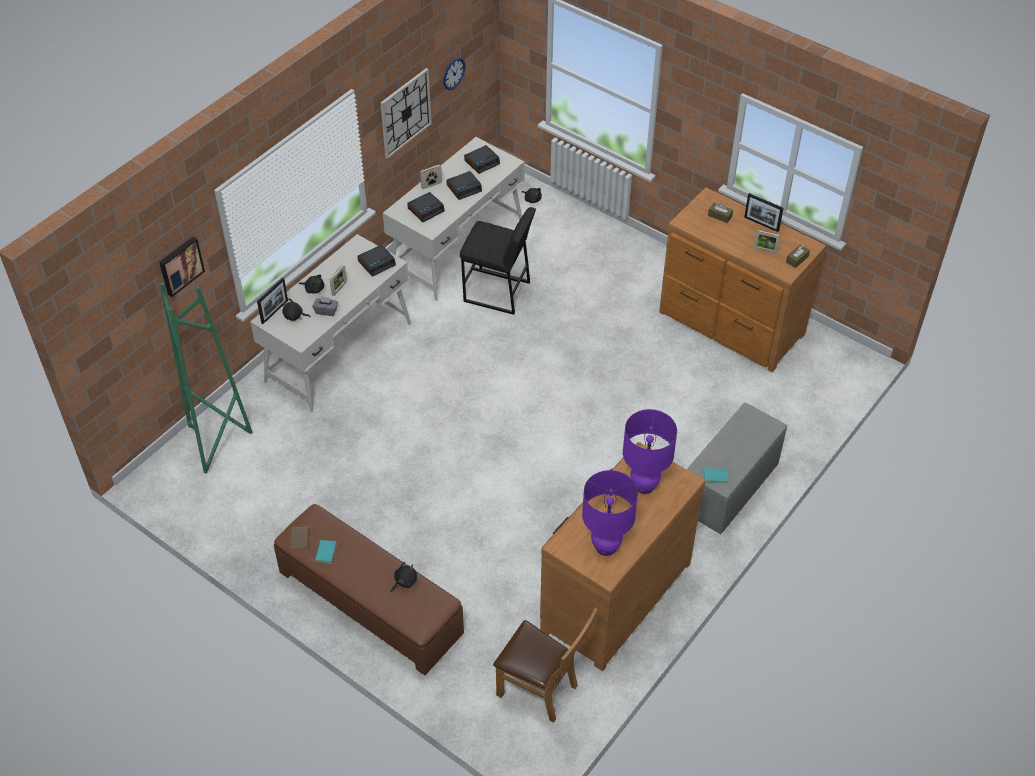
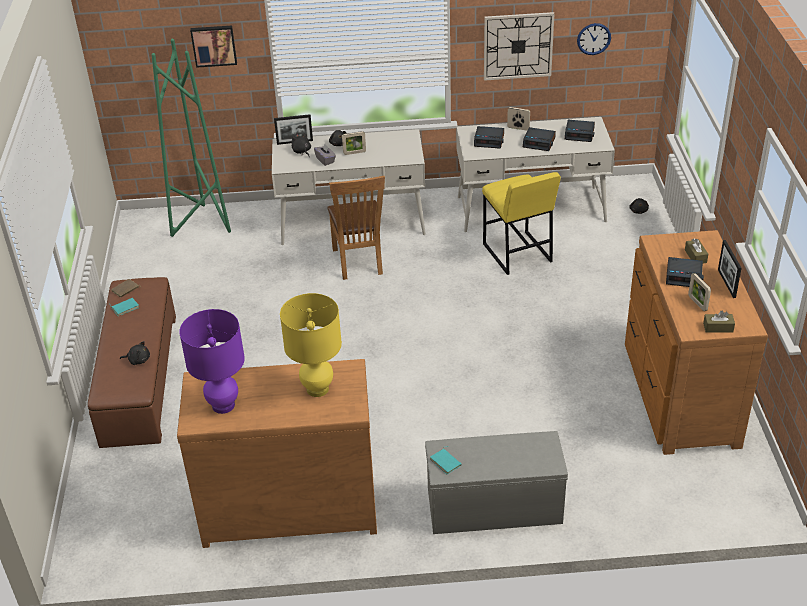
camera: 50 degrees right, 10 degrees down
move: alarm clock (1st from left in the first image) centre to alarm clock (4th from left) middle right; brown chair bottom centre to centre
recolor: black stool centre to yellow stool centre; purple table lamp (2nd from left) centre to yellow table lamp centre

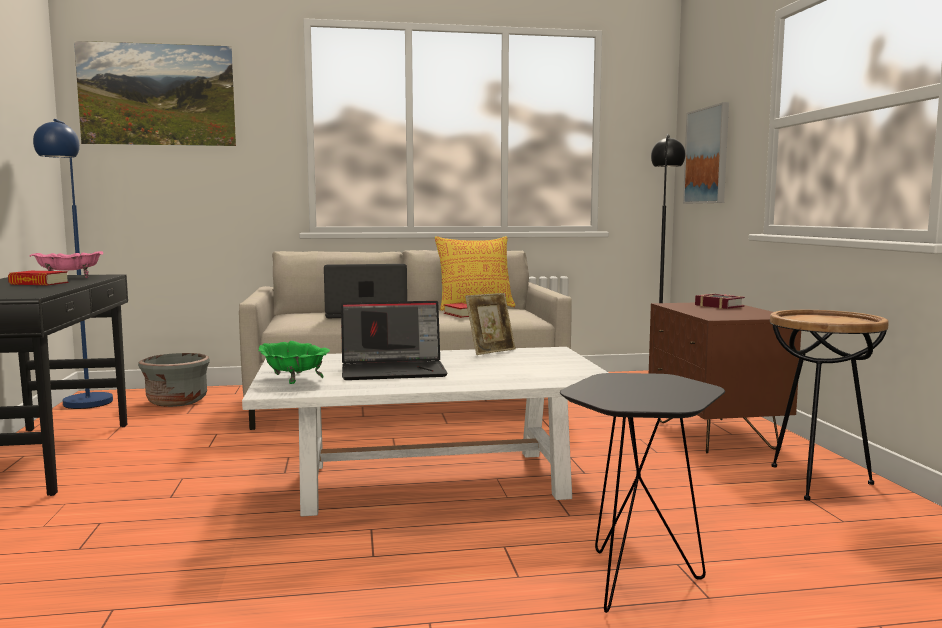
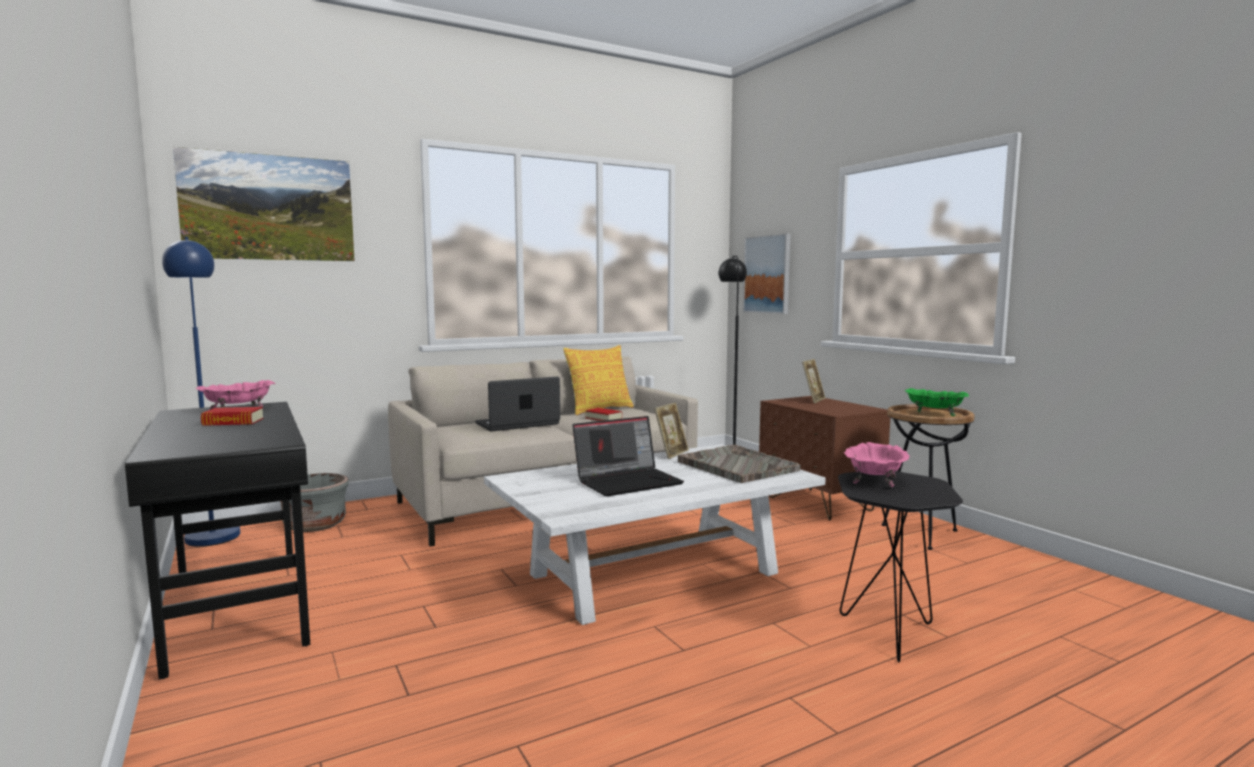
camera: 20 degrees left, 0 degrees up
insert: pink bowl (2nd from left) middle right; grey tray centre
move: green bowl middle left to middle right
replace: book (3rd from left) middle right to picture frame (2nd from left) centre

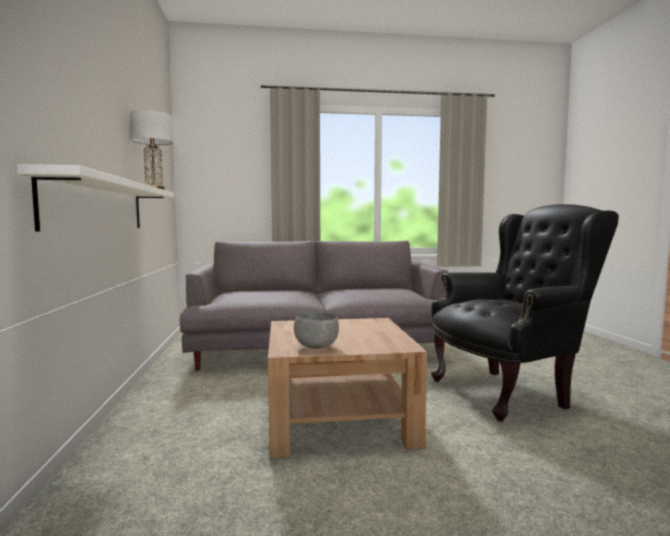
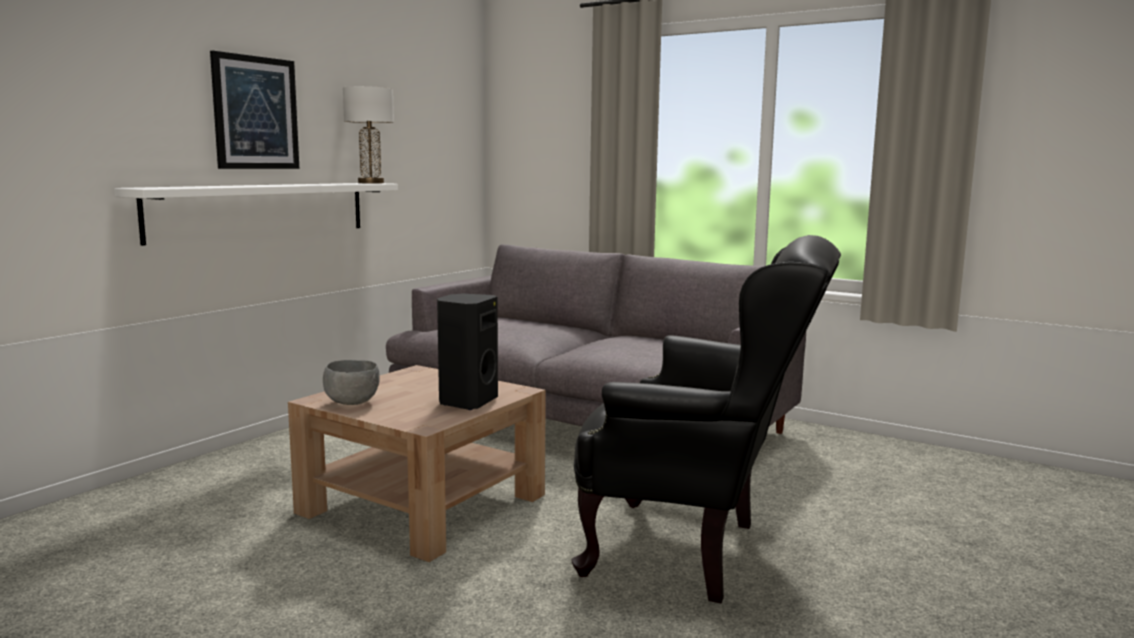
camera: 40 degrees right, 5 degrees up
insert: picture top left; black speaker centre

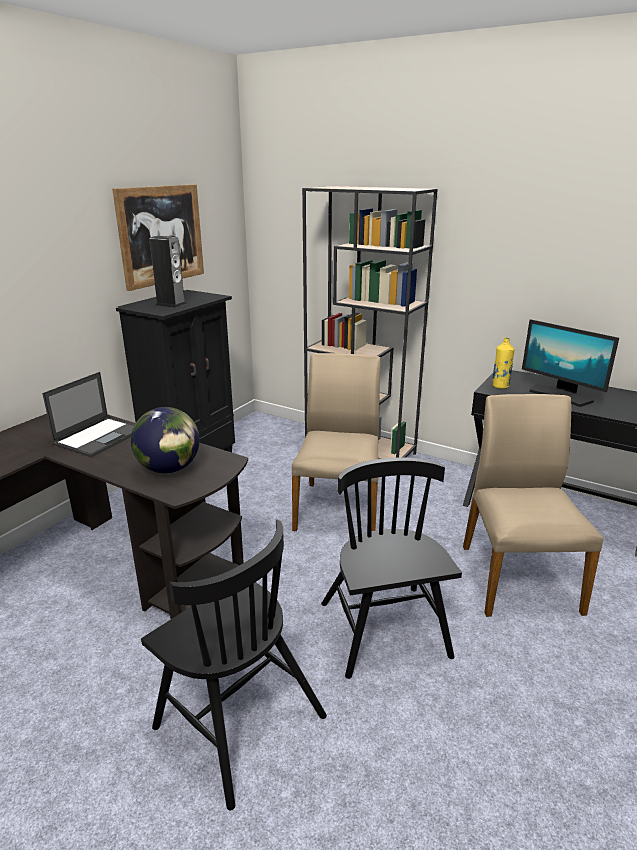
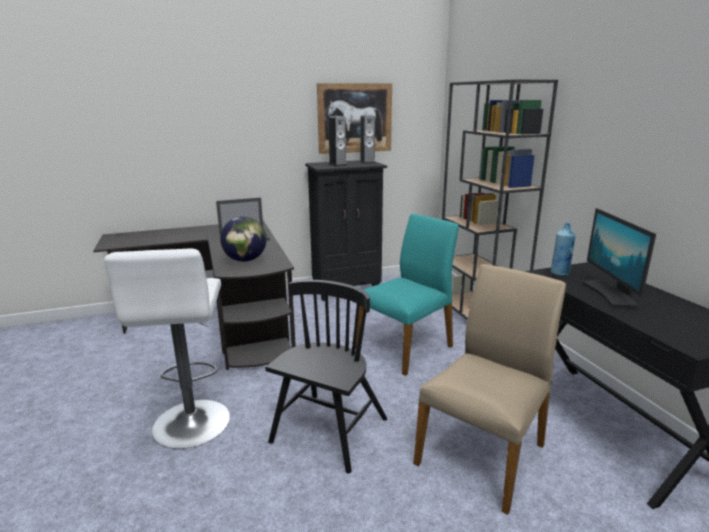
camera: 40 degrees right, 5 degrees down
insert: speaker (2nd from left) top centre
replace: black chair (1st from left) bottom centre to white stool middle left
recolor: yellow bottle middle right to blue bottle middle right; beige chair (1st from left) centre to turquoise chair centre

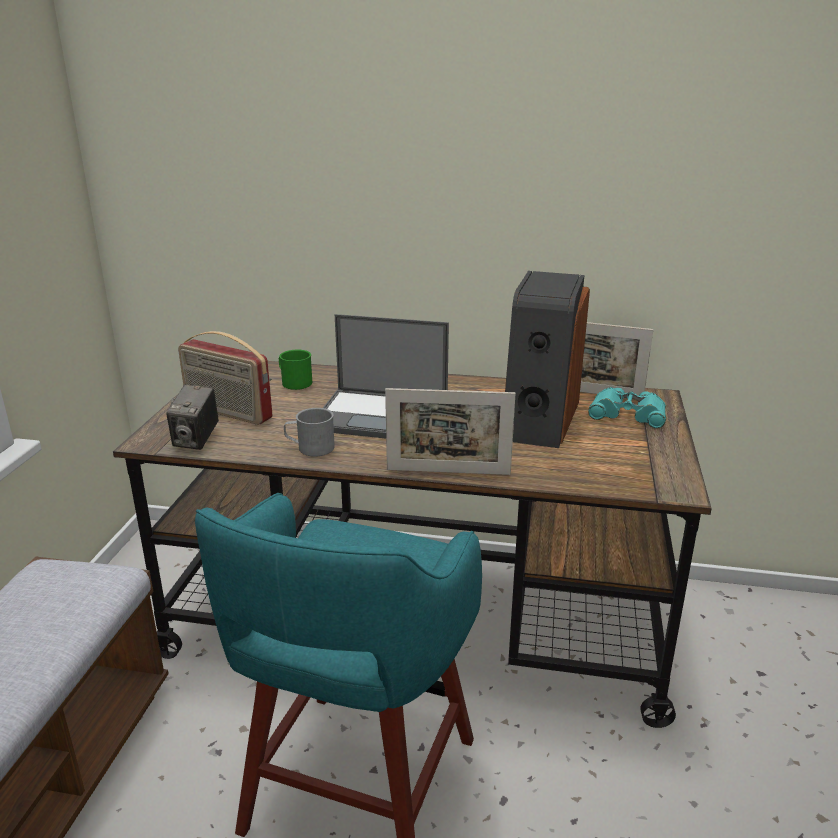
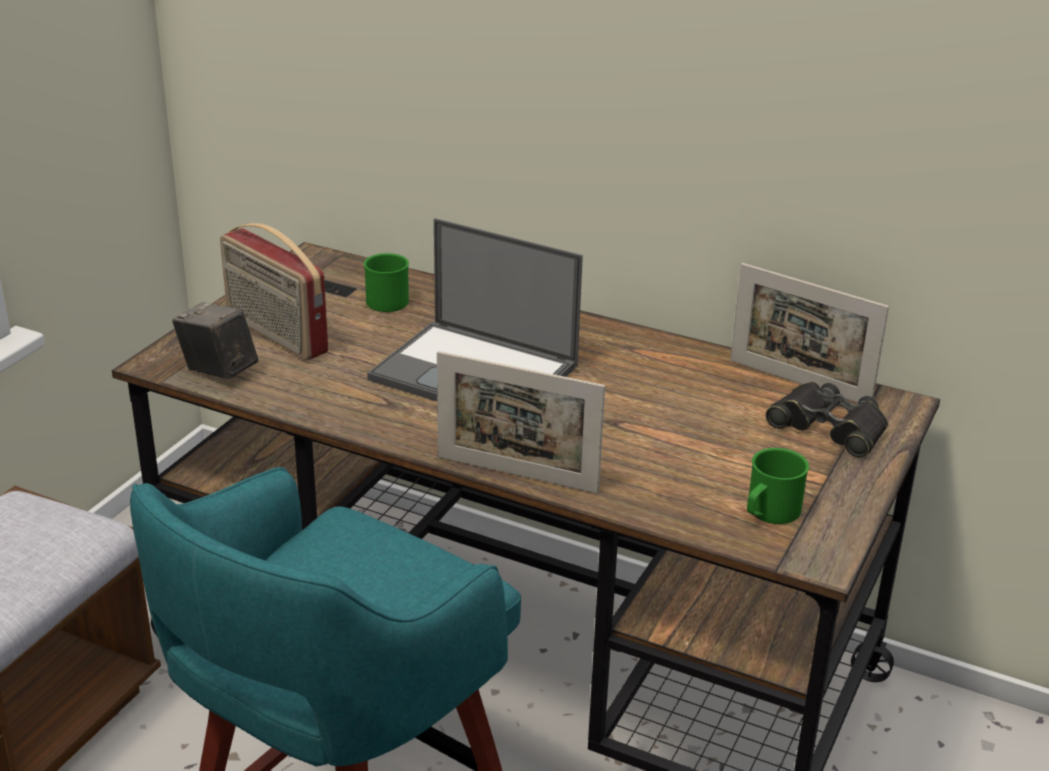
camera: 15 degrees right, 5 degrees up
delete: speaker centre; grey mug centre
insert: green mug (2nd from left) middle right
recolor: turquoise binoculars middle right to black binoculars middle right
rotate: photo camera middle left = middle left 105 degrees clockwise

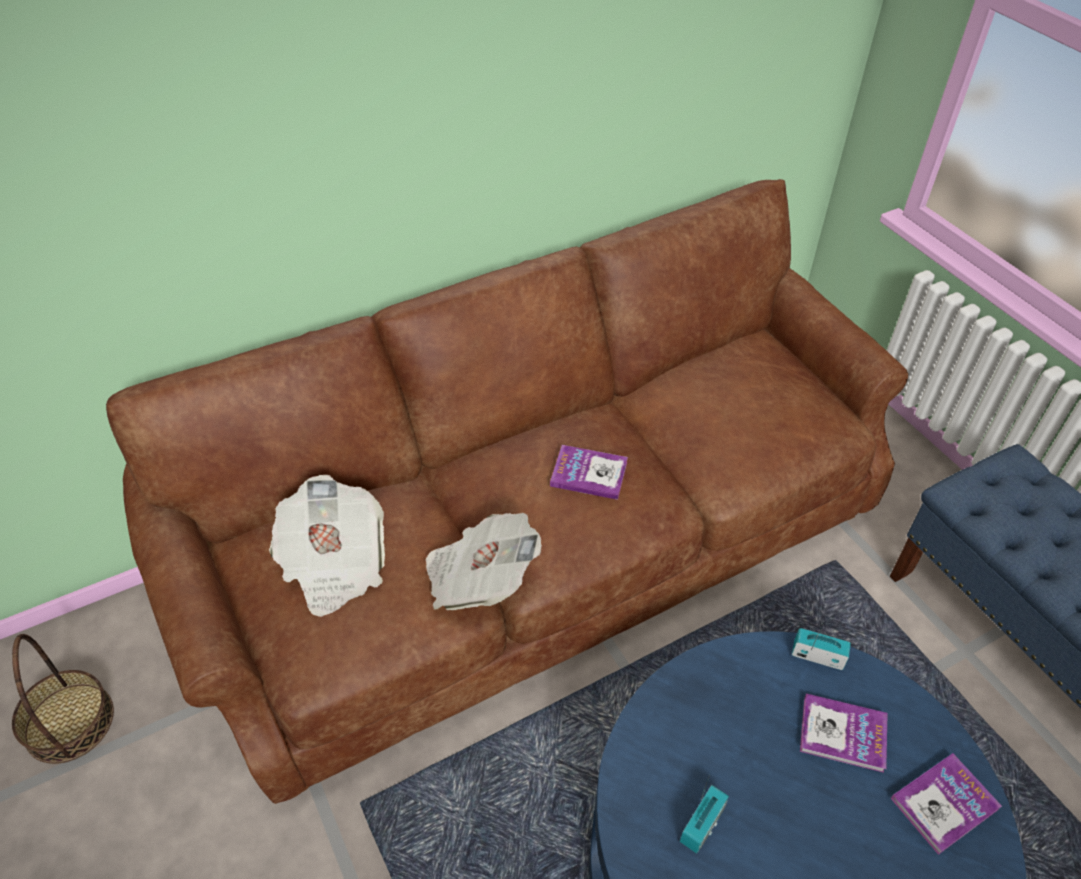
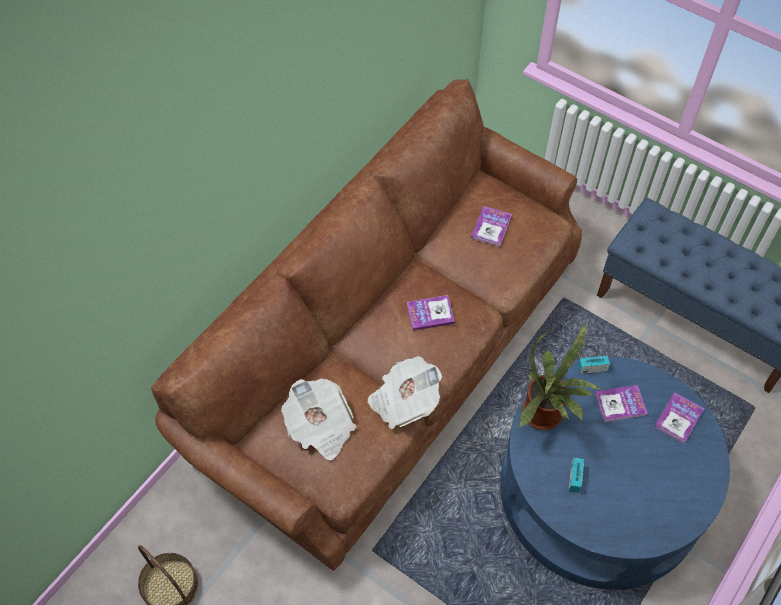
camera: 25 degrees left, 10 degrees up
insert: book (2nd from left) centre; potted plant middle right

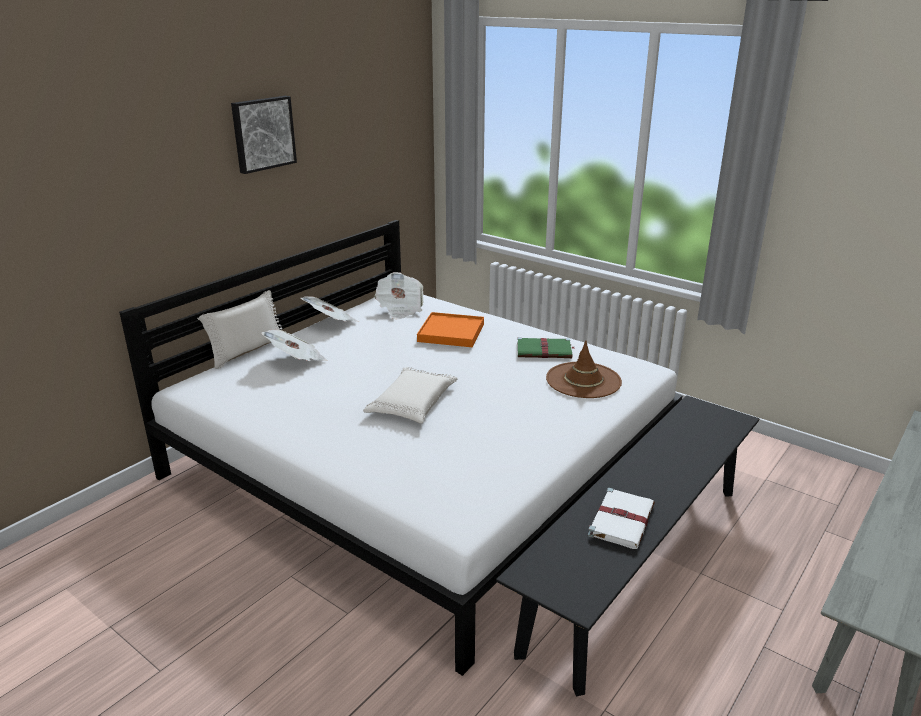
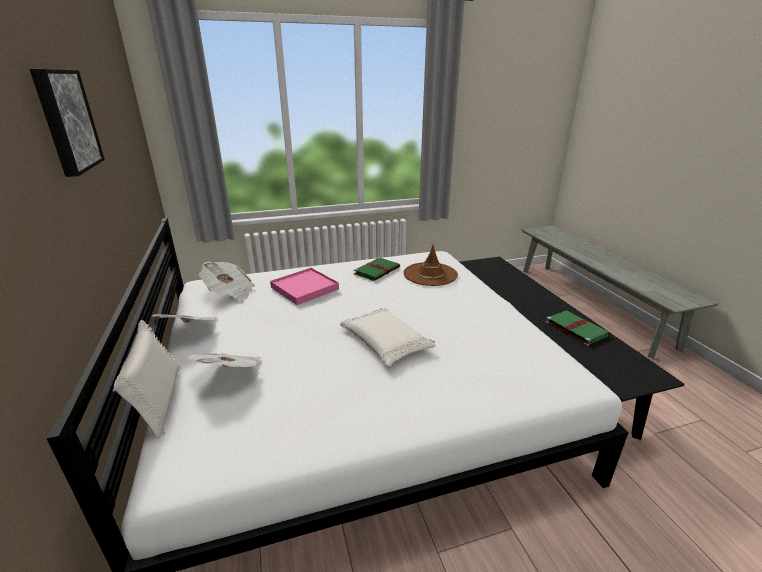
camera: 55 degrees left, 0 degrees up
recolor: orange tray centre to pink tray centre; white book bottom right to green book (2nd from left) middle right

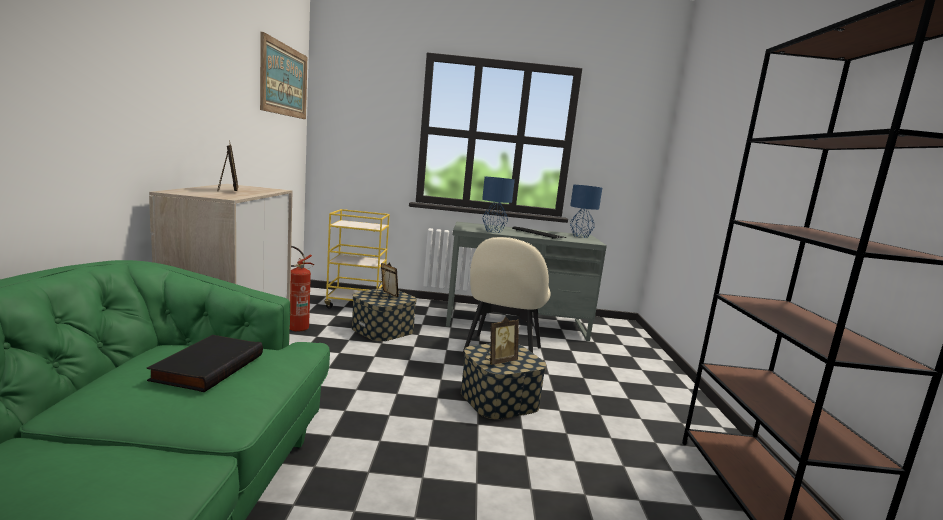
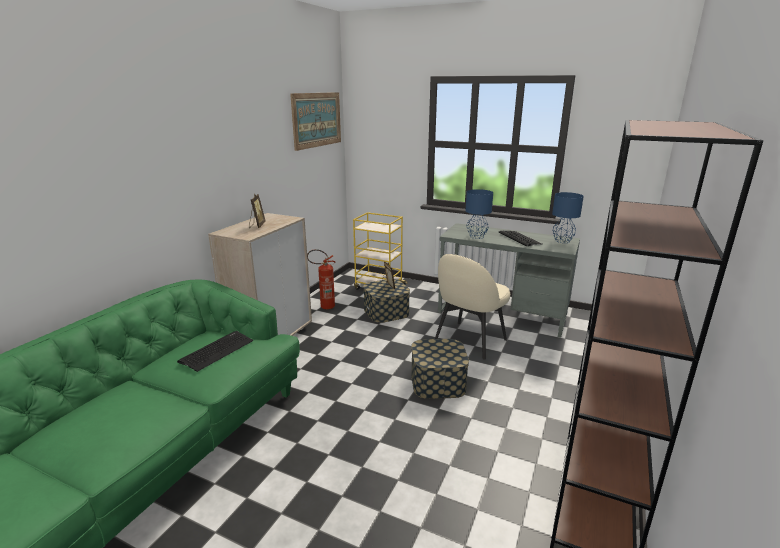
camera: 25 degrees right, 10 degrees up
delete: picture frame (3rd from left) centre
replace: black book bottom left to keyboard (1st from left) middle left

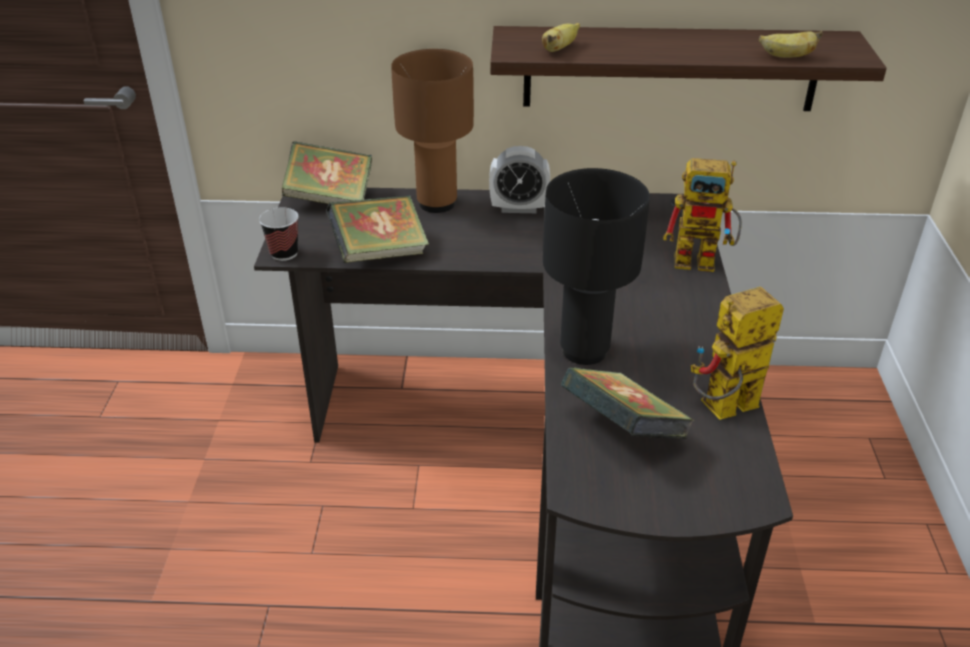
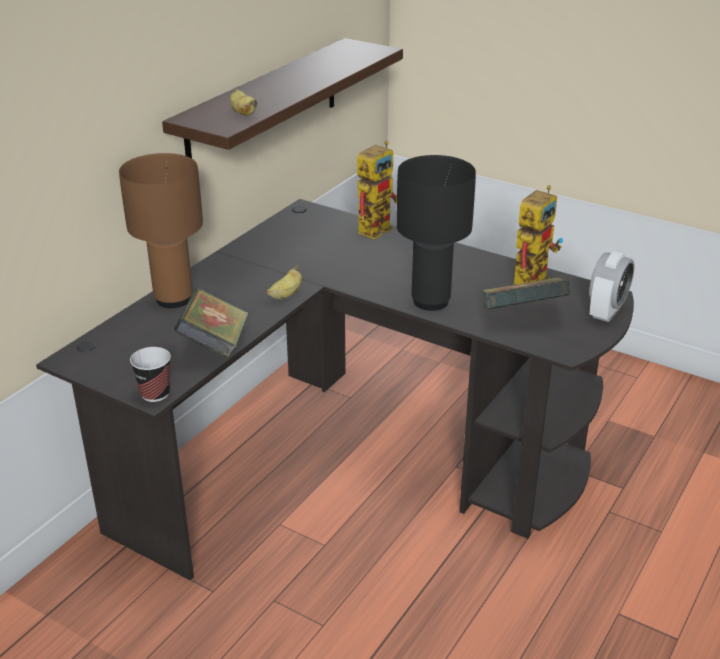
camera: 60 degrees left, 5 degrees down
delete: book (1st from left) top centre
move: banana (2nd from left) top right to centre; alarm clock top centre to middle right
rotate: toy robot (2nd from left) middle right = middle right 150 degrees counterclockwise

